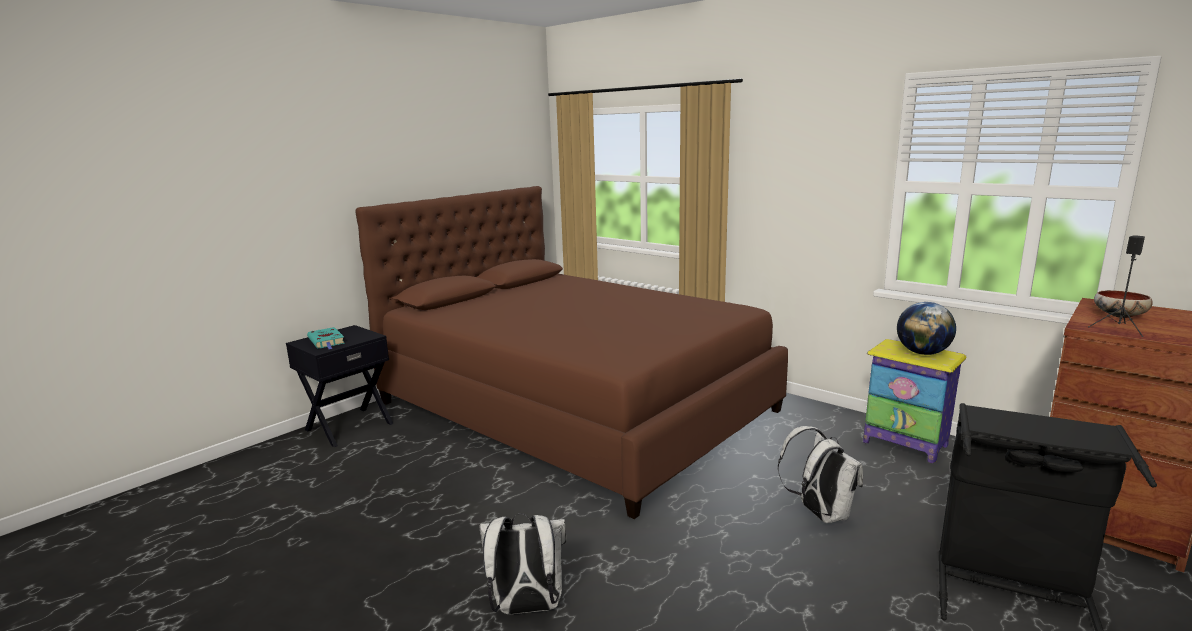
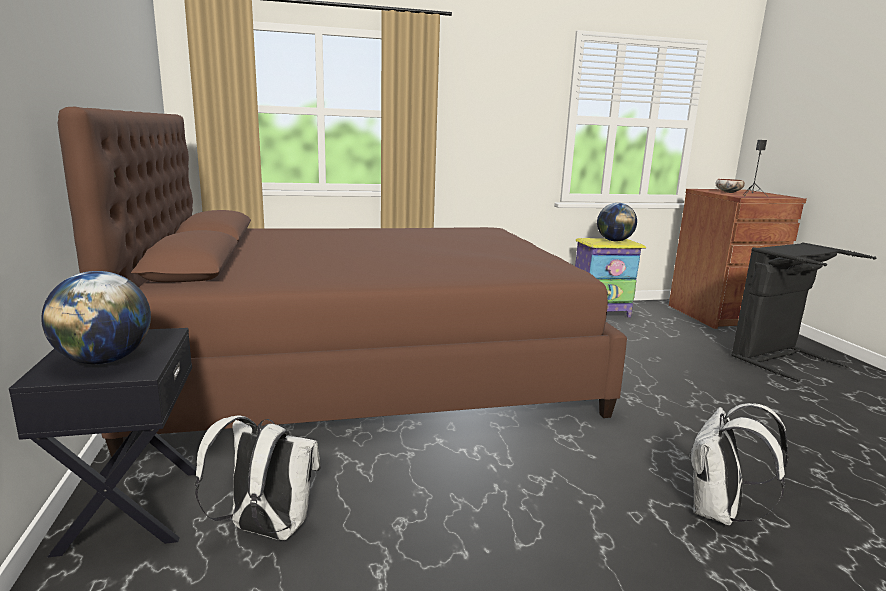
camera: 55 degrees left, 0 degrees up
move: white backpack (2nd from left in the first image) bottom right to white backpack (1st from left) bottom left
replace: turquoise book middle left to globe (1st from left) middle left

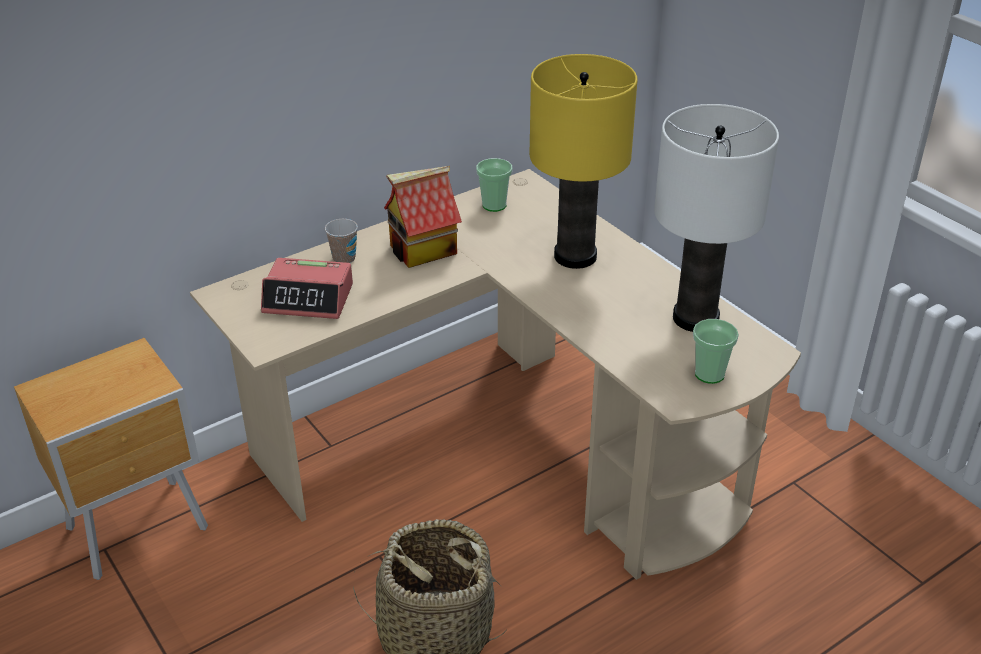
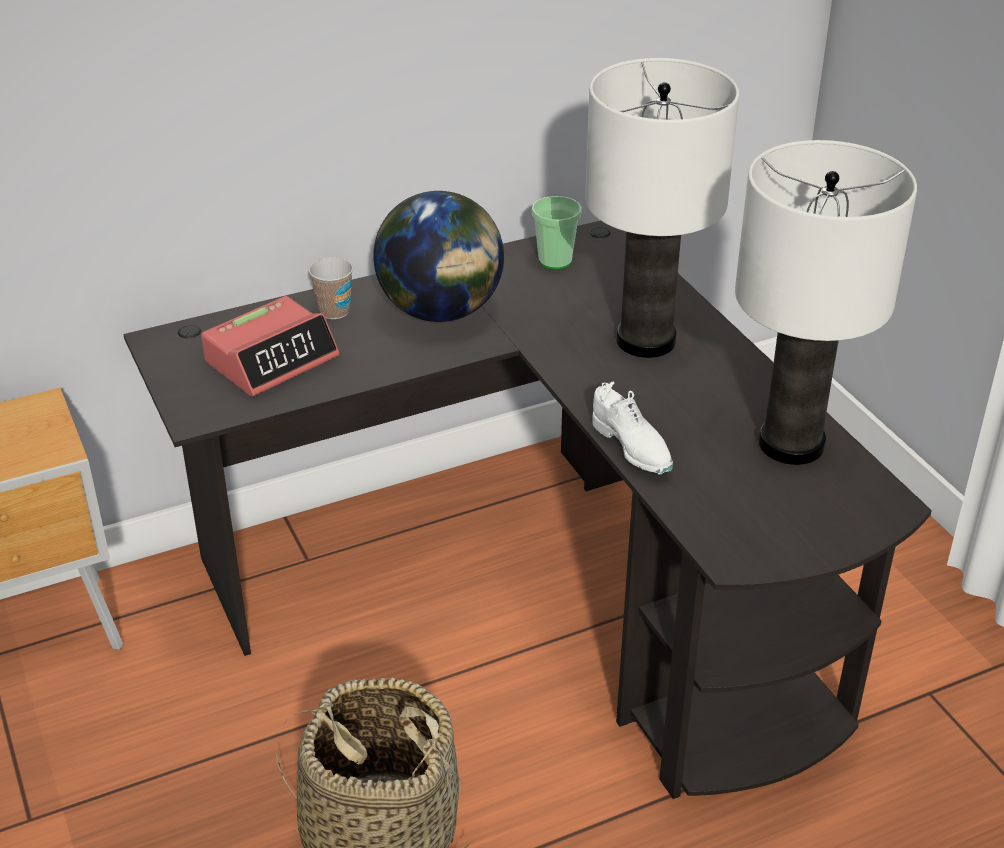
camera: 10 degrees right, 0 degrees up
delete: cup (3rd from left) middle right
insert: white shoe centre
replace: toy house top centre to globe top centre
recolor: yellow table lamp top centre to white table lamp (1st from left) top centre; beige desk centre to black desk centre
rotate: alarm clock middle left = middle left 60 degrees counterclockwise

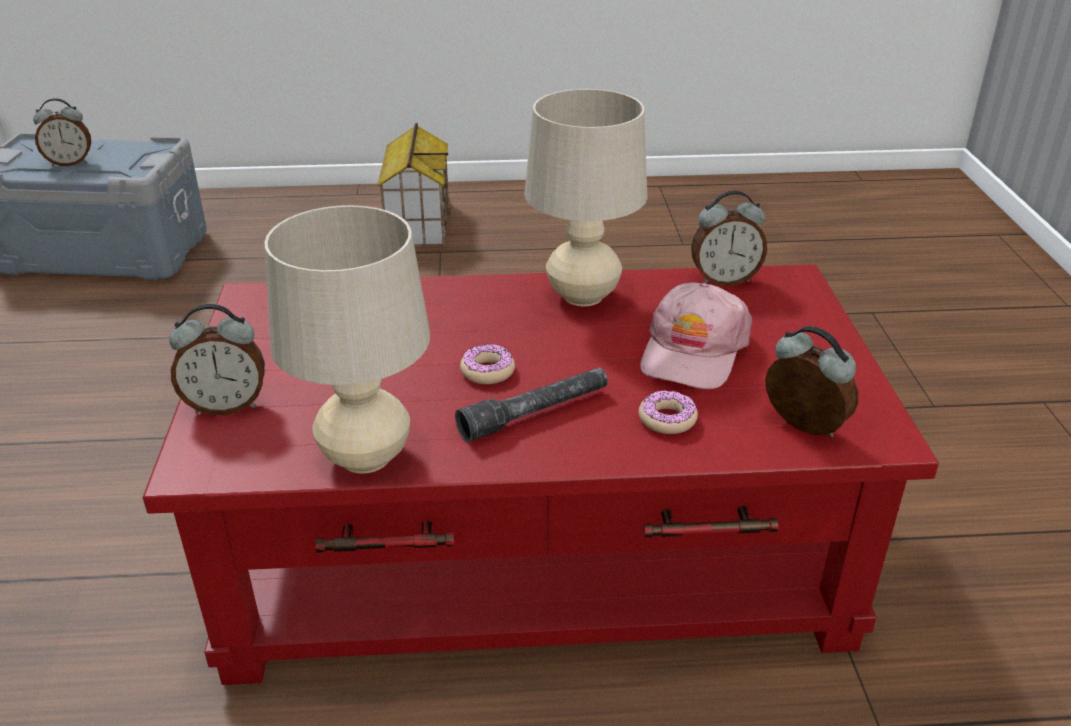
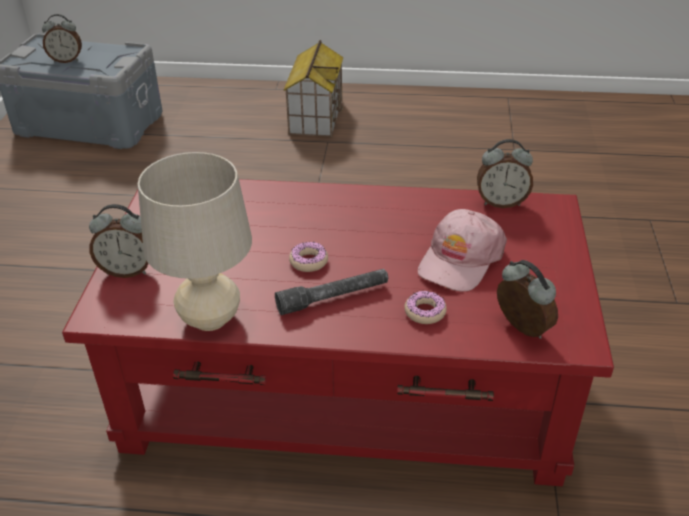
camera: 10 degrees right, 5 degrees up
delete: beige table lamp (2nd from left) top centre

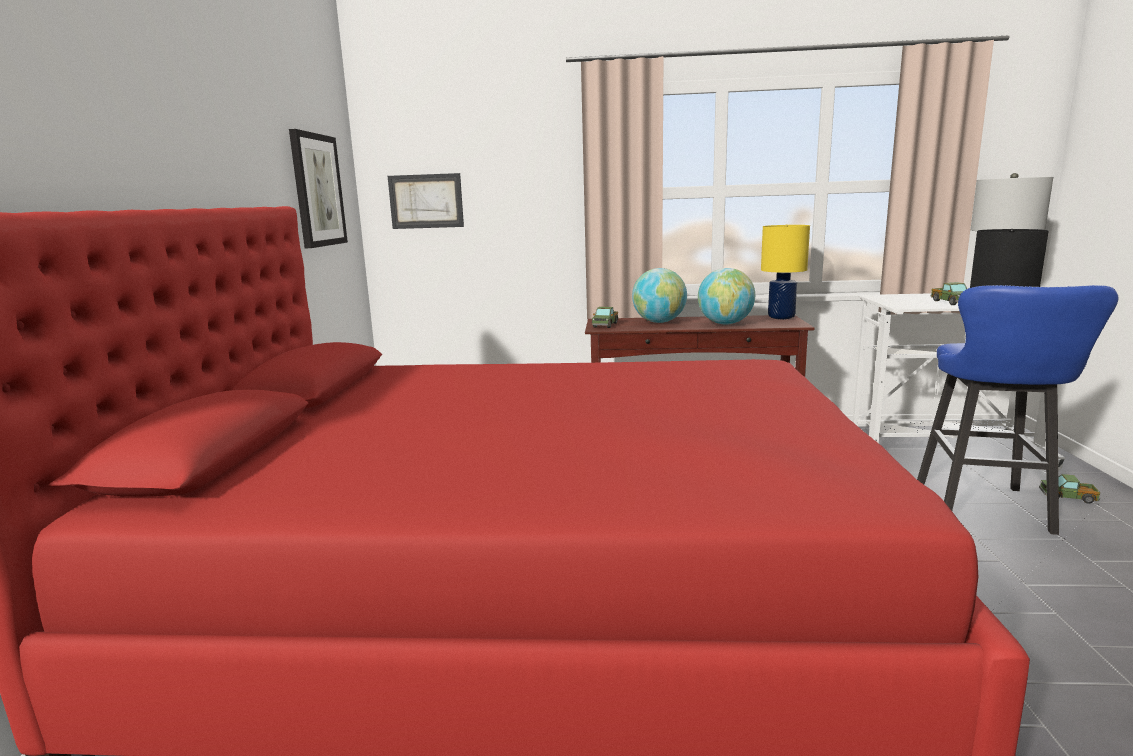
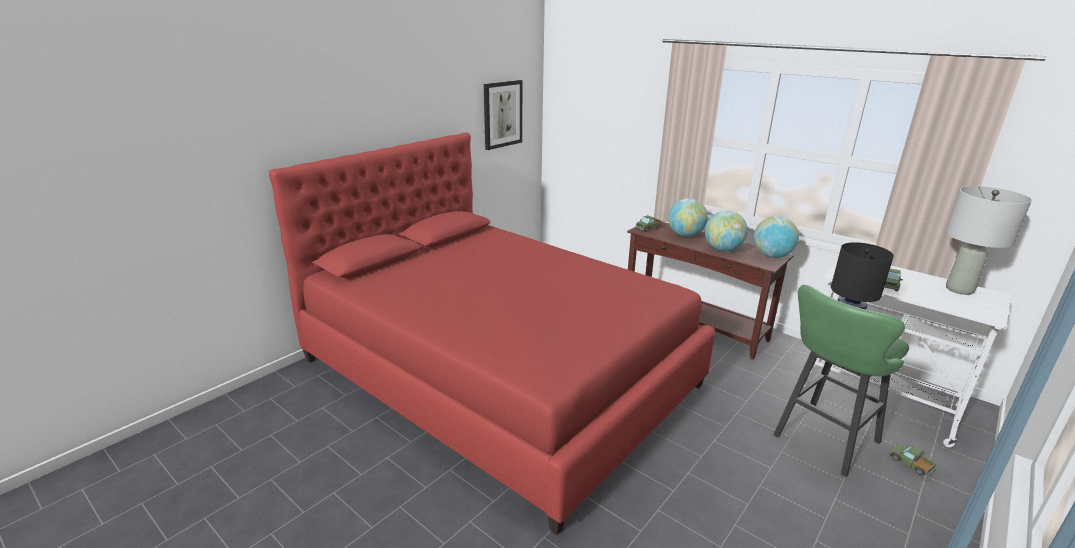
camera: 35 degrees right, 10 degrees up
delete: picture (2nd from left) top centre
replace: yellow table lamp middle right to globe (3rd from left) middle right
recolor: blue stool middle right to green stool bottom right

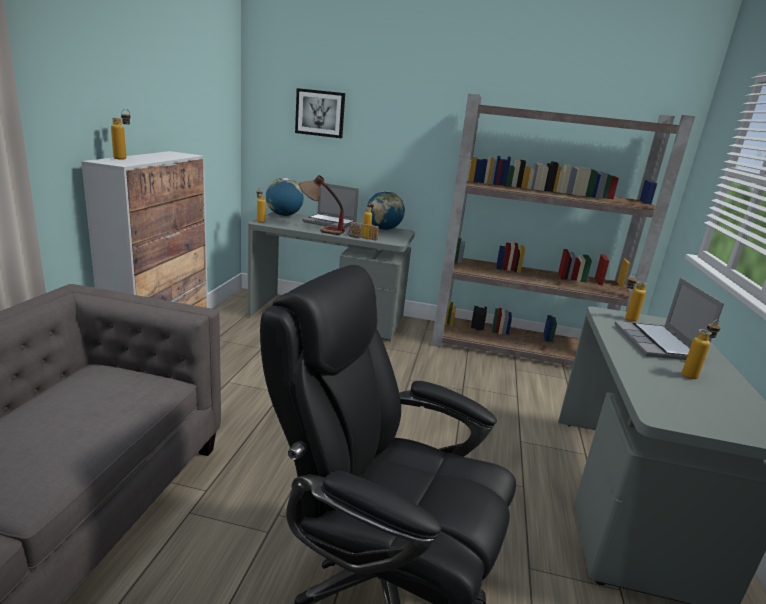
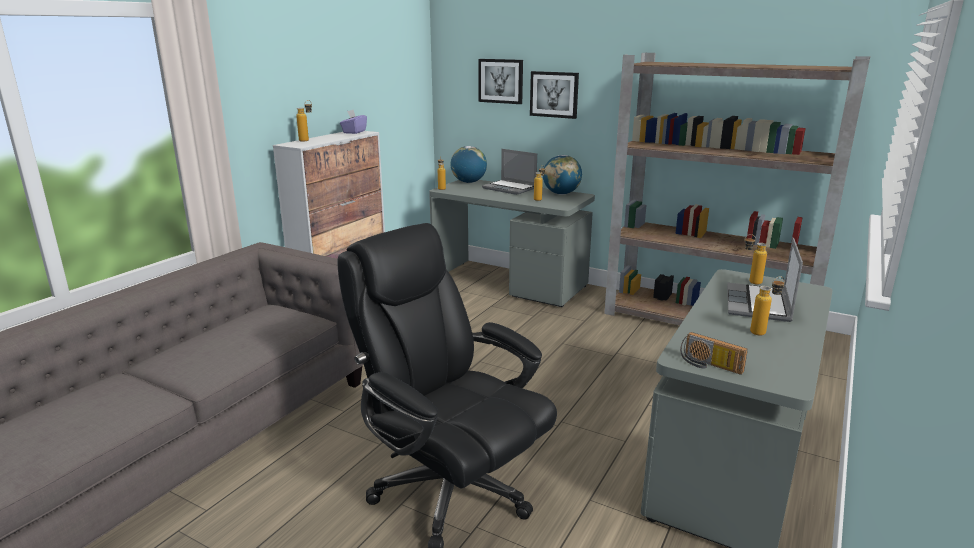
camera: 20 degrees right, 0 degrees up
delete: table lamp centre
insert: picture (2nd from left) top centre; purple tissue box top centre
move: radio centre to middle right

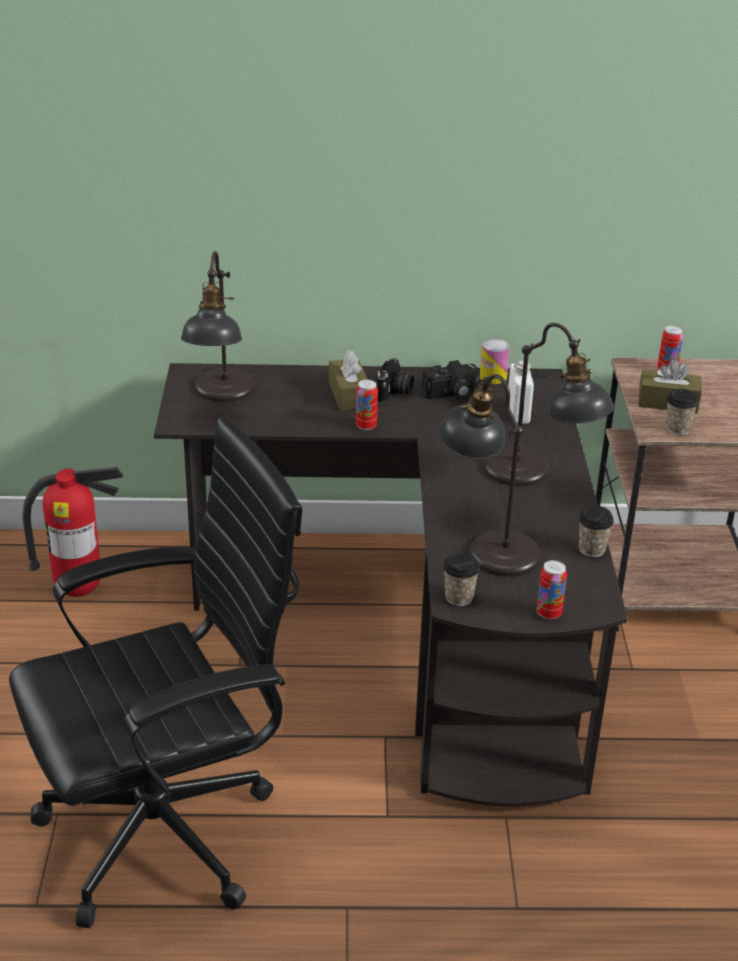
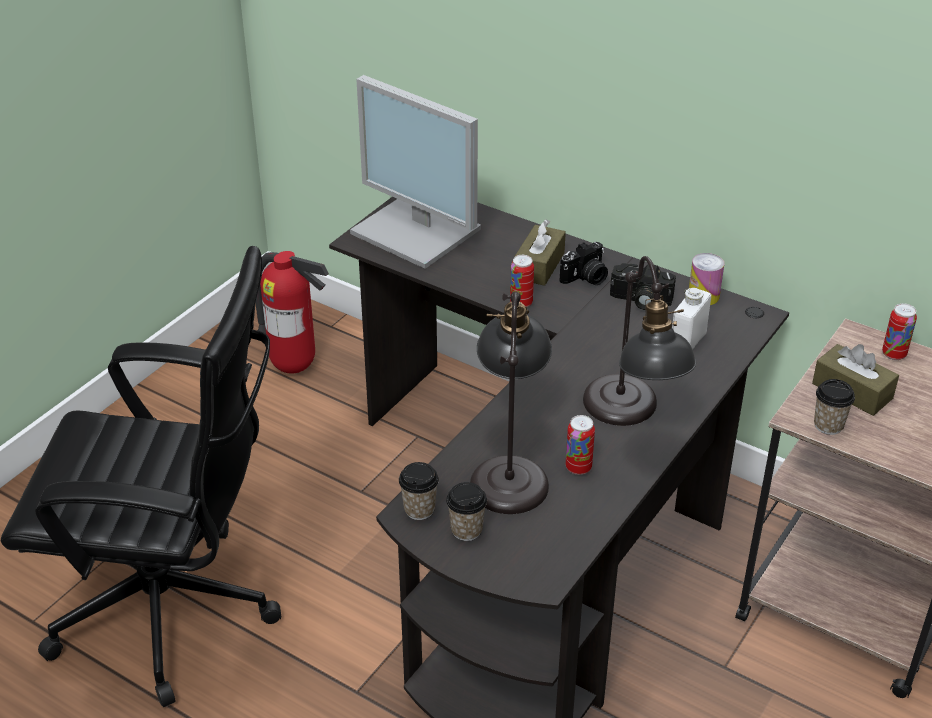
camera: 35 degrees right, 5 degrees up
move: cup (2nd from left) middle right to bottom centre; can (3rd from left in the first image) middle right to can (2nd from left) centre
replace: grey table lamp (1st from left) middle left to monitor top centre

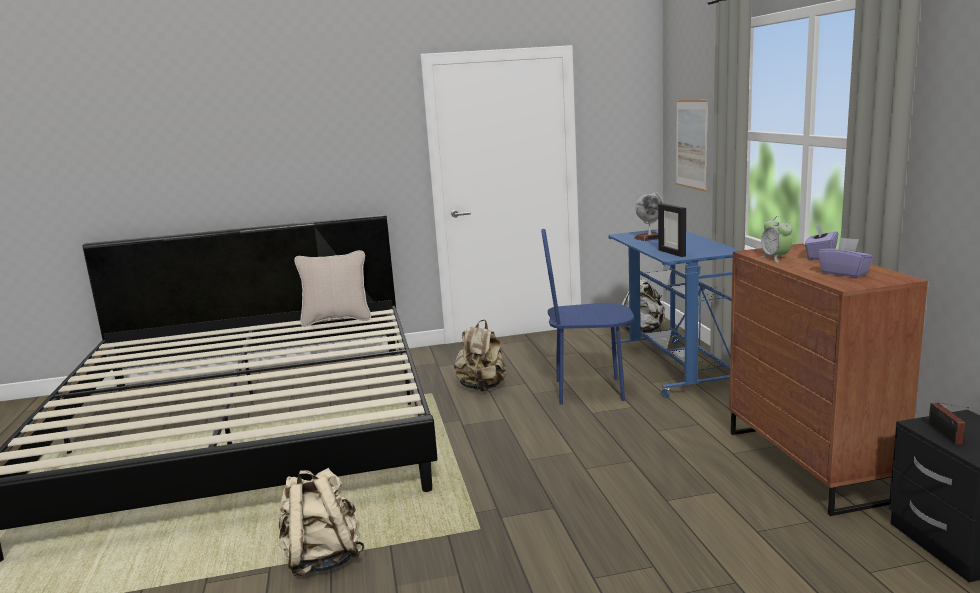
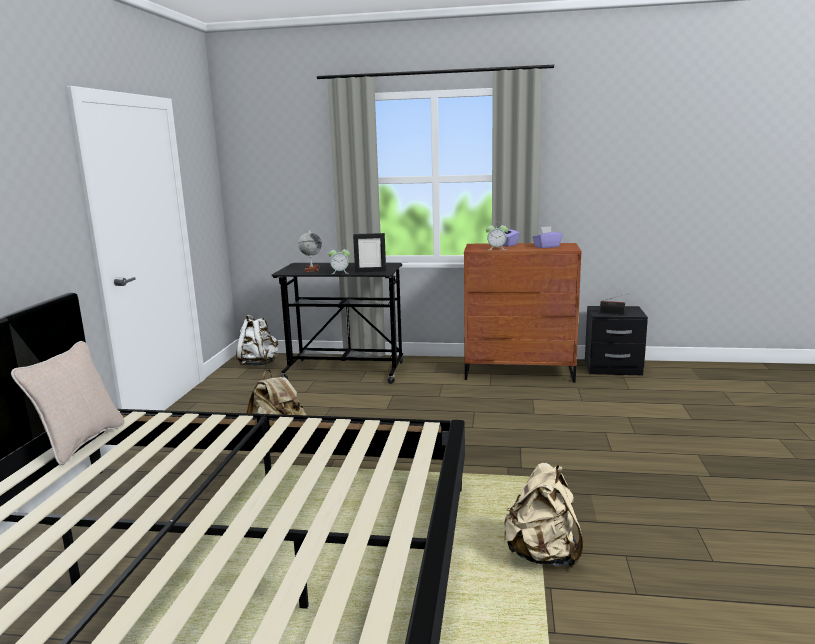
camera: 70 degrees left, 0 degrees up
delete: picture top right; blue chair centre
insert: alarm clock (1st from left) centre
recolor: blue desk middle right to black desk centre

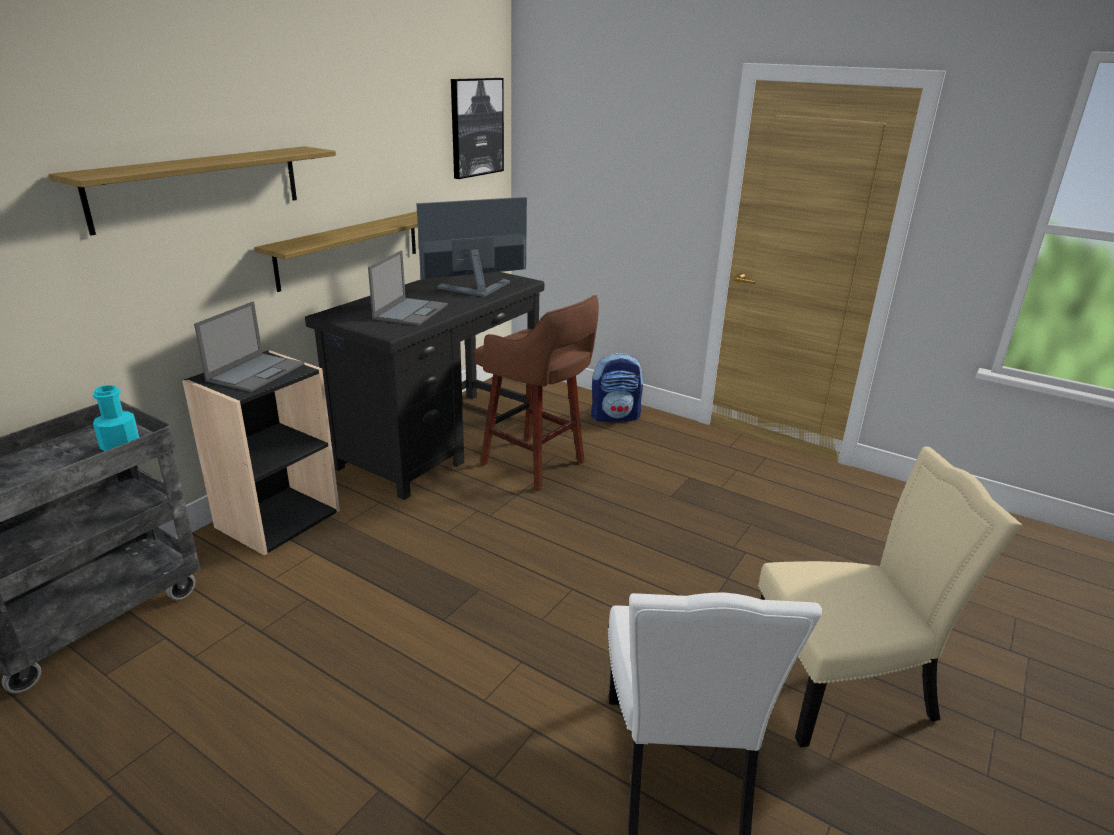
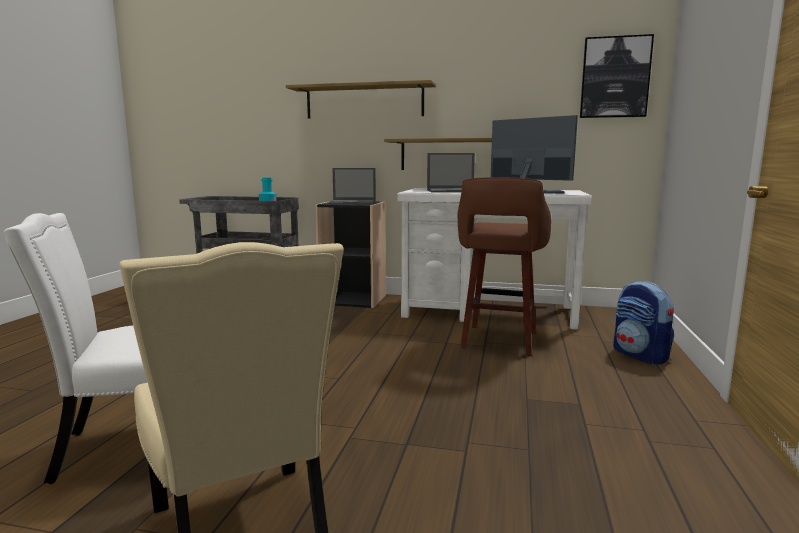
camera: 70 degrees right, 15 degrees down
recolor: black desk centre to white desk centre

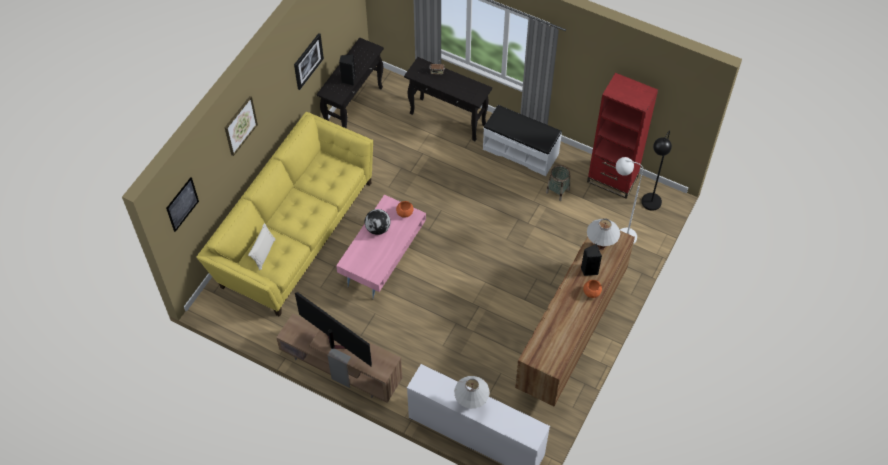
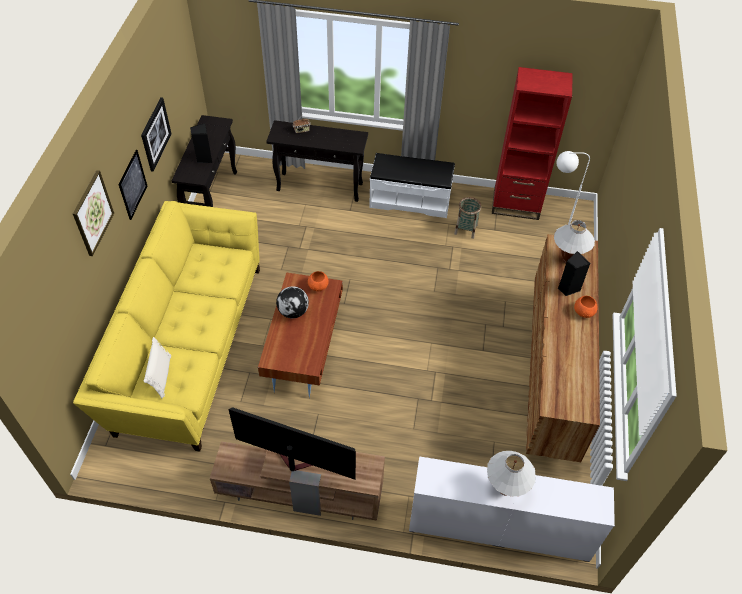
camera: 20 degrees left, 5 degrees down
delete: black floor lamp middle right
move: picture (1st from left in the first image) middle left to picture (2nd from left) top left
recolor: pink coffee table centre to brown coffee table centre

